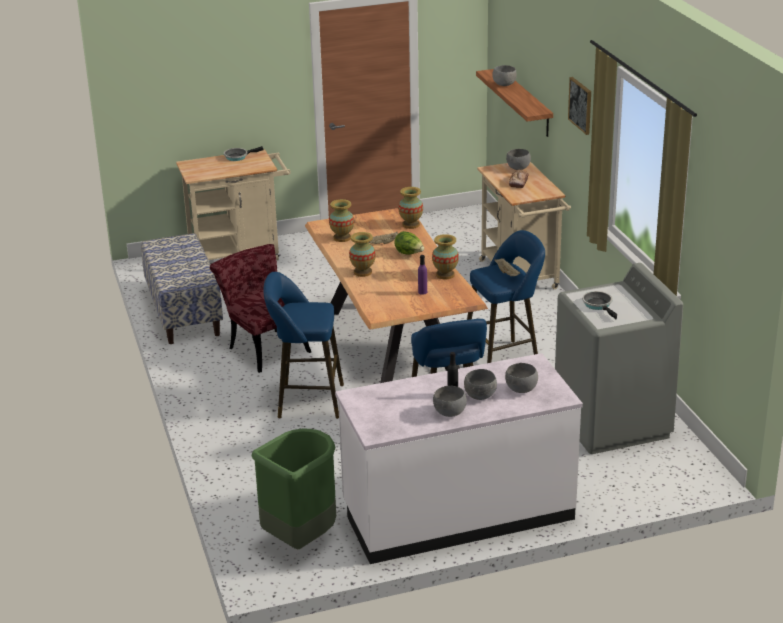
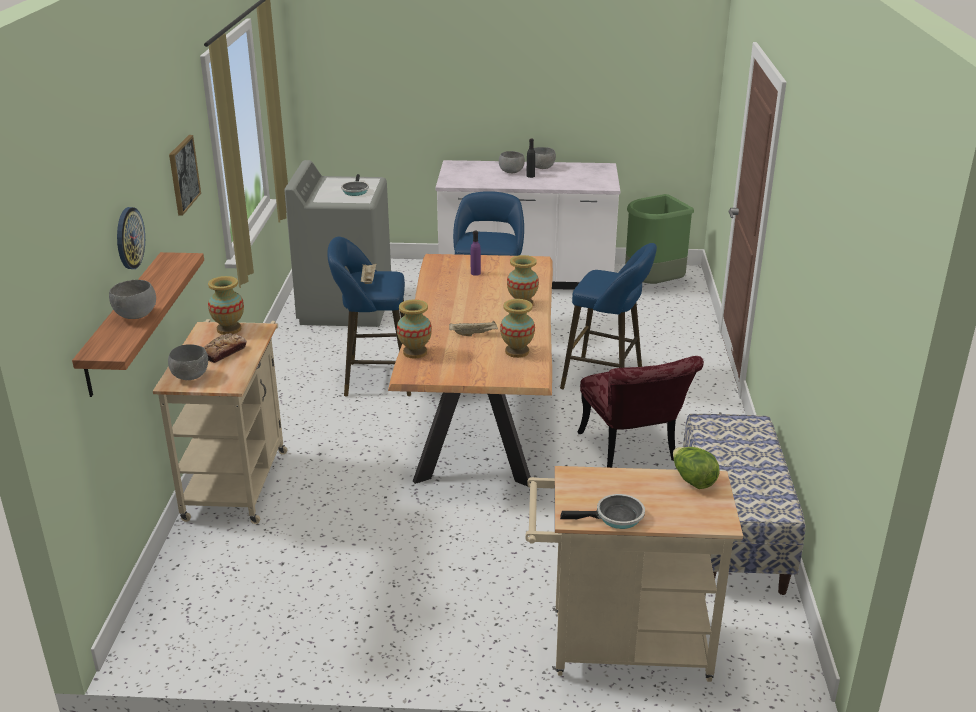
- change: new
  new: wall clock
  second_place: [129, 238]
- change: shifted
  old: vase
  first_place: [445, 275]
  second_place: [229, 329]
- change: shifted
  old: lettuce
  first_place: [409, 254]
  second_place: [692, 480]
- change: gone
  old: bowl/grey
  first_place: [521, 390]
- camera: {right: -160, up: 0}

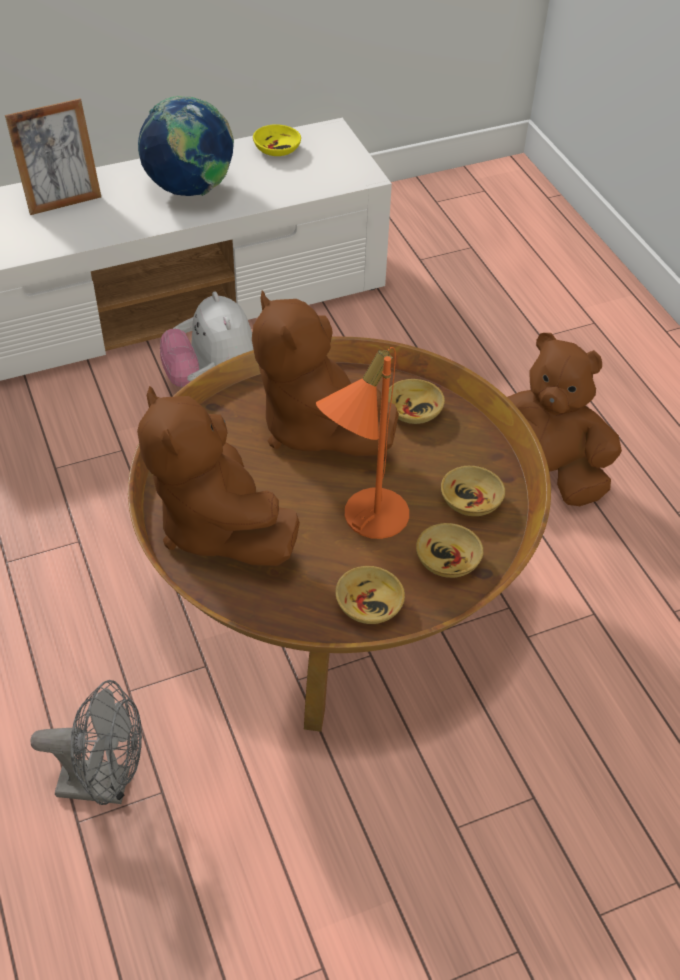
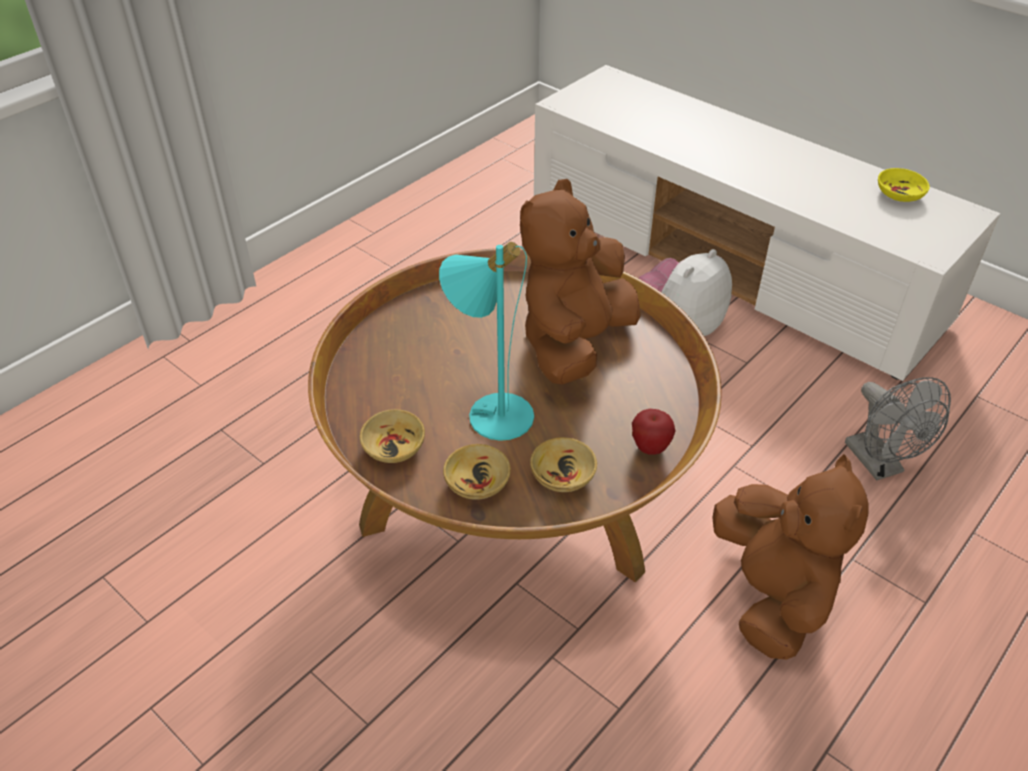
- change: repainted
  old: table lamp/orange
  new: table lamp/turquoise
  first_place: [364, 517]
  second_place: [491, 410]
- change: new
  new: apple
  second_place: [650, 448]
- change: shifted
  old: fan/grey
  first_place: [105, 783]
  second_place: [879, 464]
- change: gone
  old: picture frame
  first_place: [63, 200]
- change: gone
  old: plush toy/brown
  first_place: [217, 525]
- change: gone
  old: globe
  first_place: [190, 190]
- change: gone
  old: bowl/beige
  first_place: [413, 410]
- camera: {right: 65, up: -5}

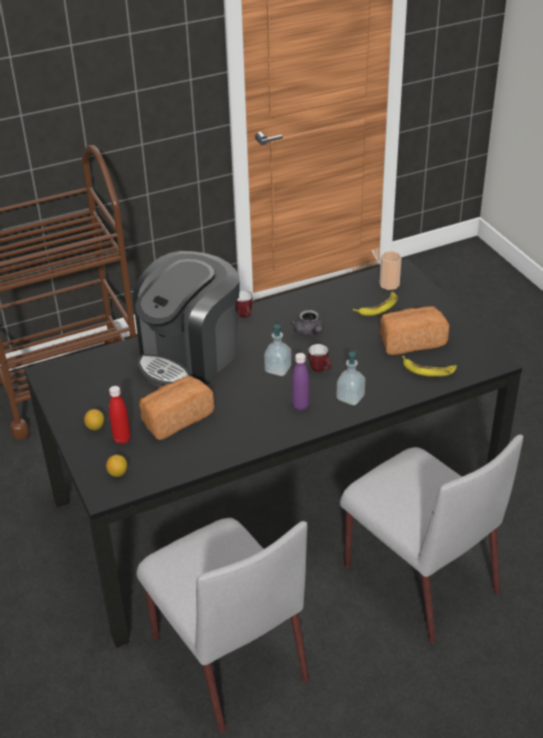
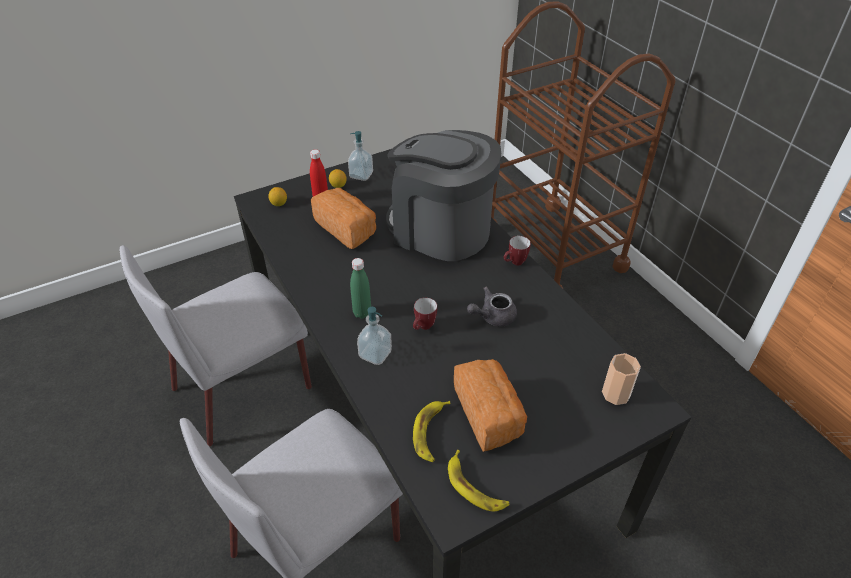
- change: shifted
  old: soap dispenser
  first_place: [278, 369]
  second_place: [361, 175]
- change: repainted
  old: bottle/purple
  new: bottle/green
  first_place: [300, 406]
  second_place: [362, 313]
- change: shifted
  old: banana
  first_place: [378, 307]
  second_place: [475, 486]
- camera: {right: 85, up: 5}

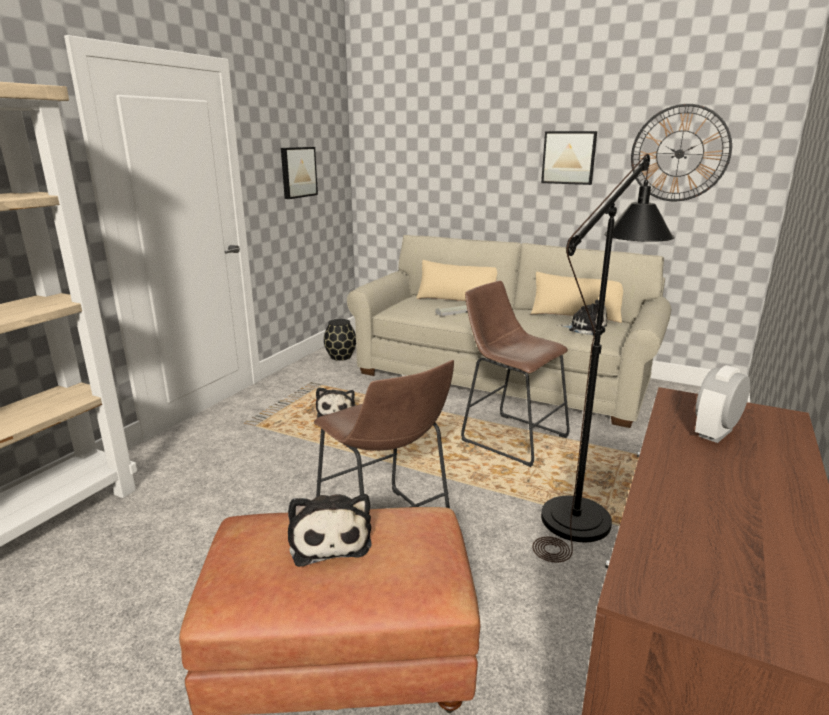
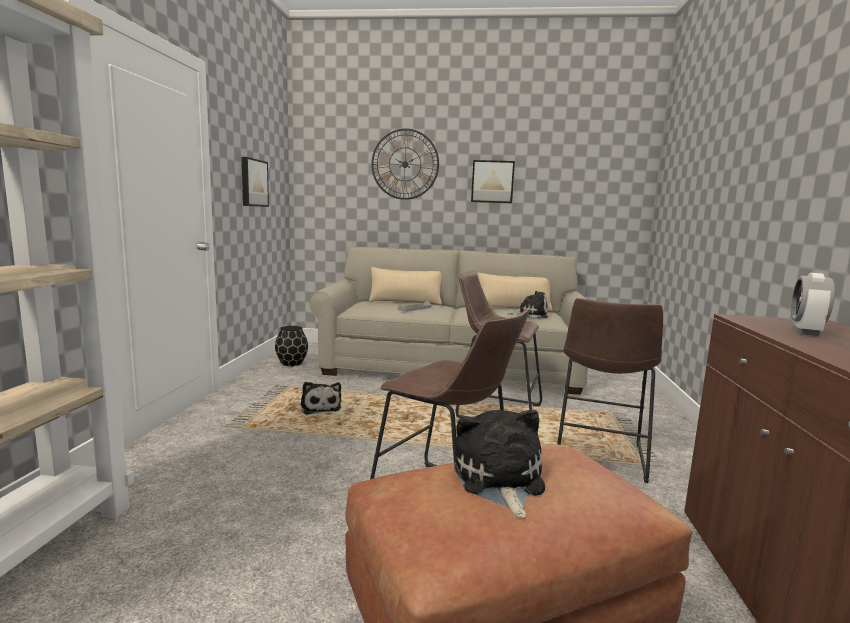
- change: shifted
  old: wall clock
  first_place: [679, 153]
  second_place: [405, 164]
- change: rotated
  old: plush toy
  first_place: [329, 539]
  second_place: [499, 480]
  degrees: -150
- change: swapped
  old: floor lamp/black
  new: stool/brown
  first_place: [583, 510]
  second_place: [598, 457]
- camera: {right: -20, up: -10}

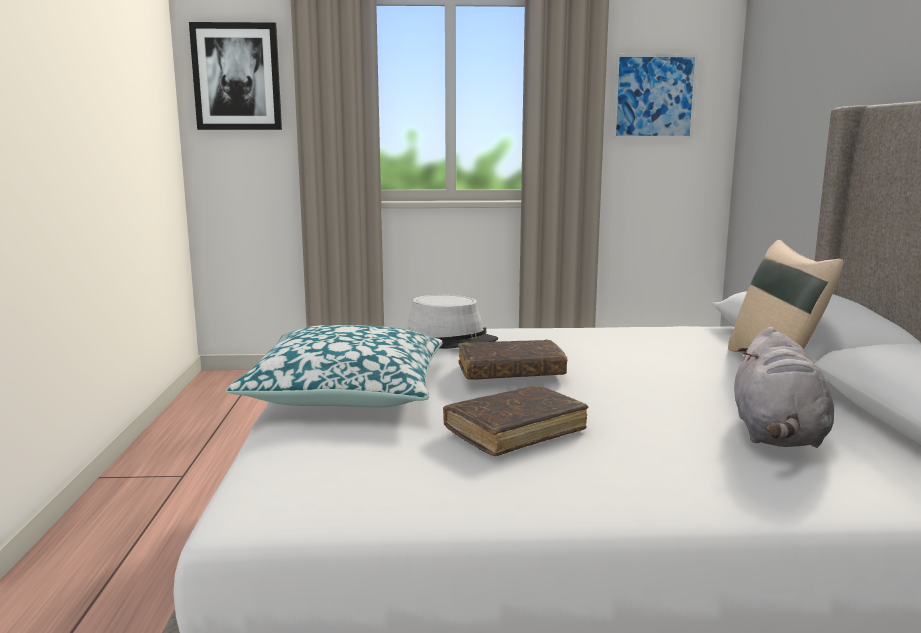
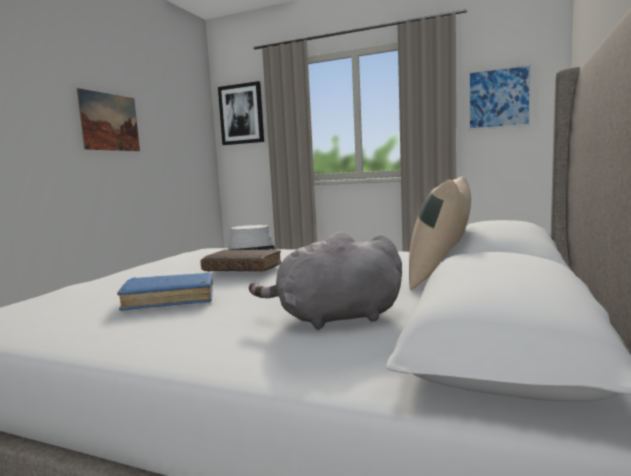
- change: new
  new: picture
  second_place: [110, 122]
- change: repainted
  old: book/brown
  new: book/blue
  first_place: [515, 431]
  second_place: [170, 300]
- change: rotated
  old: plush toy/grey
  first_place: [777, 435]
  second_place: [334, 318]
  degrees: 45
- change: gone
  old: pillow
  first_place: [347, 391]
- camera: {right: 25, up: -5}

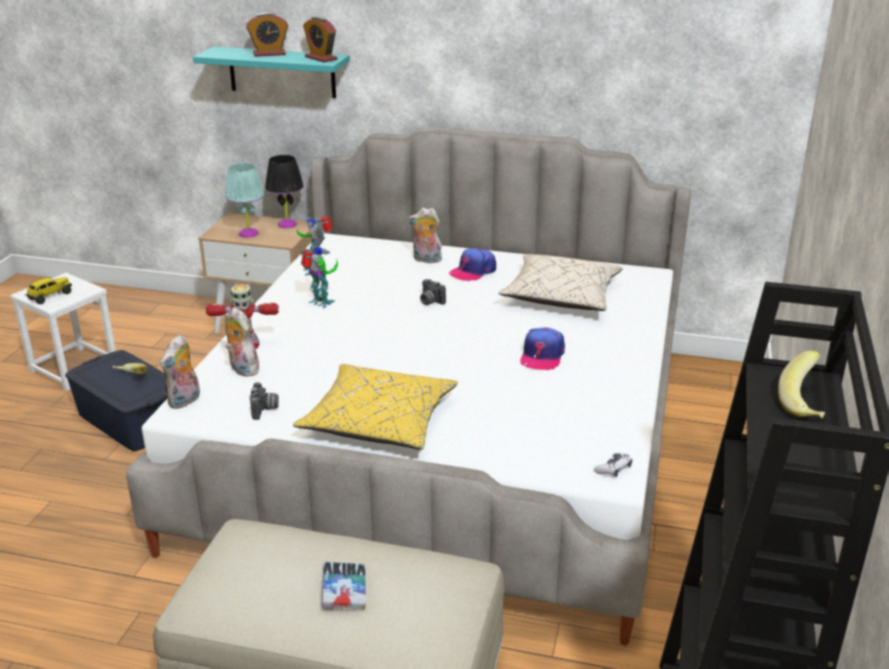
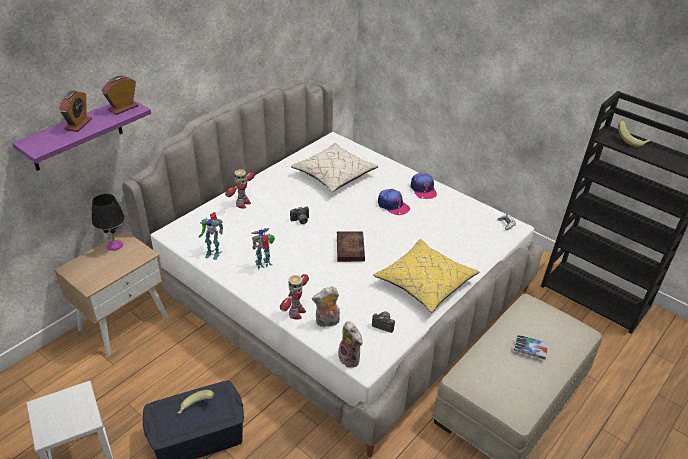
- change: repainted
  old: shelf/turquoise
  new: shelf/purple
  first_place: [282, 72]
  second_place: [77, 134]
- change: rotated
  old: alarm clock
  first_place: [321, 58]
  second_place: [123, 108]
  degrees: 150
- change: swapped
  old: plush toy
  new: toy robot
  first_place: [426, 260]
  second_place: [242, 204]
- change: new
  new: book
  second_place: [349, 248]
- change: shifted
  old: cap
  first_place: [473, 271]
  second_place: [423, 189]
- change: gone
  old: toy truck
  first_place: [49, 296]
- change: gone
  old: table lamp/turquoise
  first_place: [248, 233]
- camera: {right: -65, up: 10}

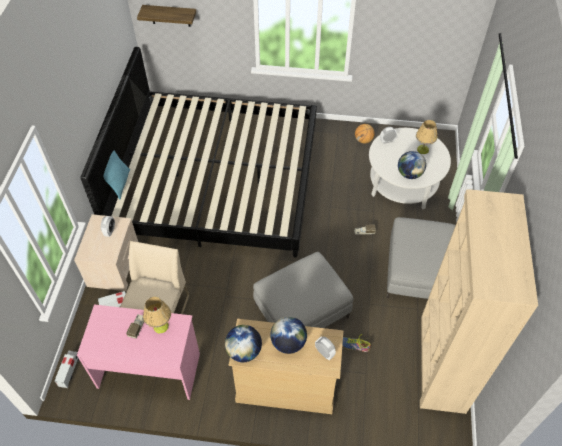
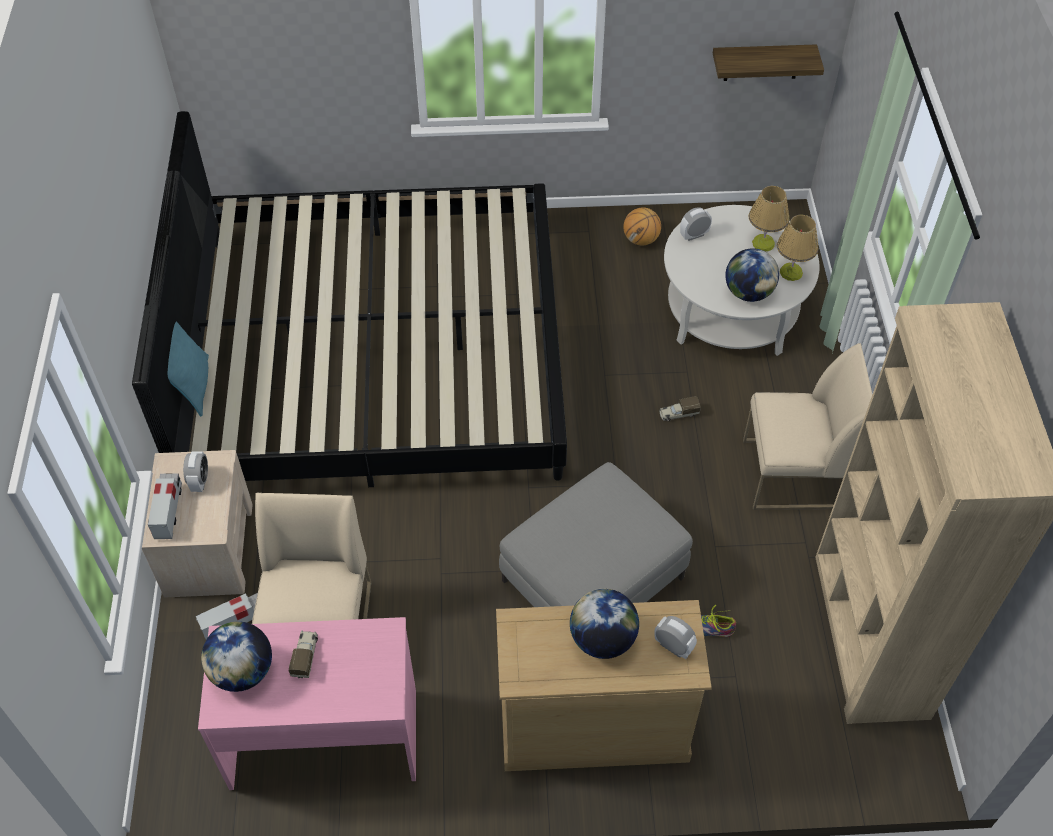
- change: shifted
  old: toy truck
  first_place: [69, 371]
  second_place: [168, 511]
- change: shifted
  old: globe
  first_place: [244, 351]
  second_place: [242, 671]
- change: shifted
  old: shelf
  first_place: [170, 15]
  second_place: [762, 62]
- change: swapped
  old: ottoman/grey
  new: chair/beige
  first_place: [417, 272]
  second_place: [792, 474]
- change: shifted
  old: table lamp
  first_place: [161, 326]
  second_place: [791, 272]
- camera: {right: -10, up: 0}

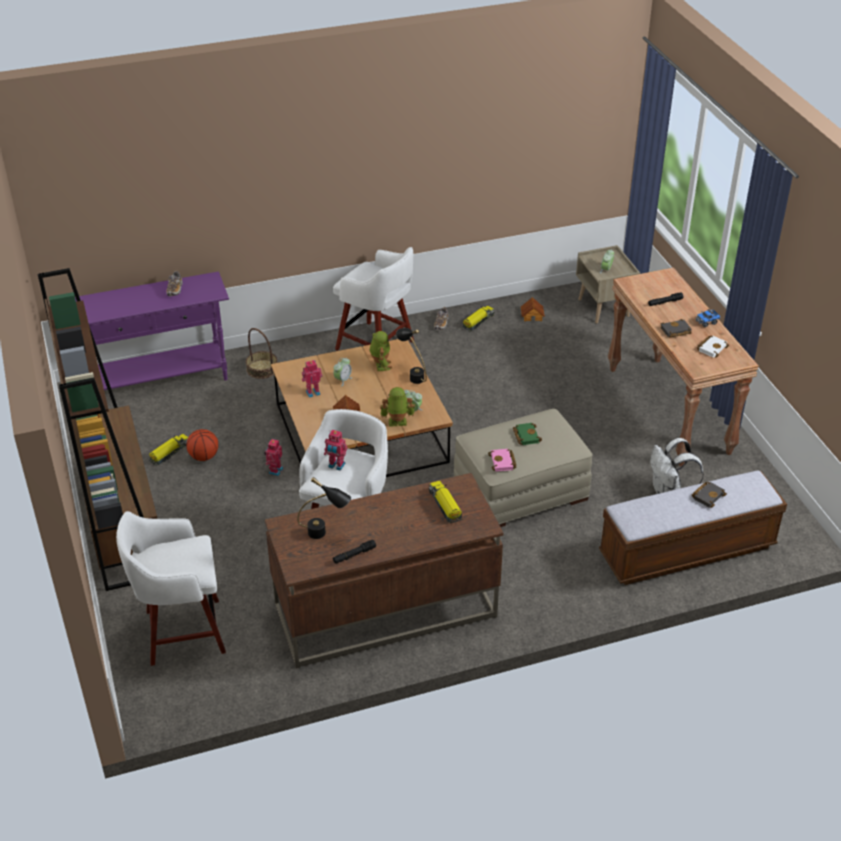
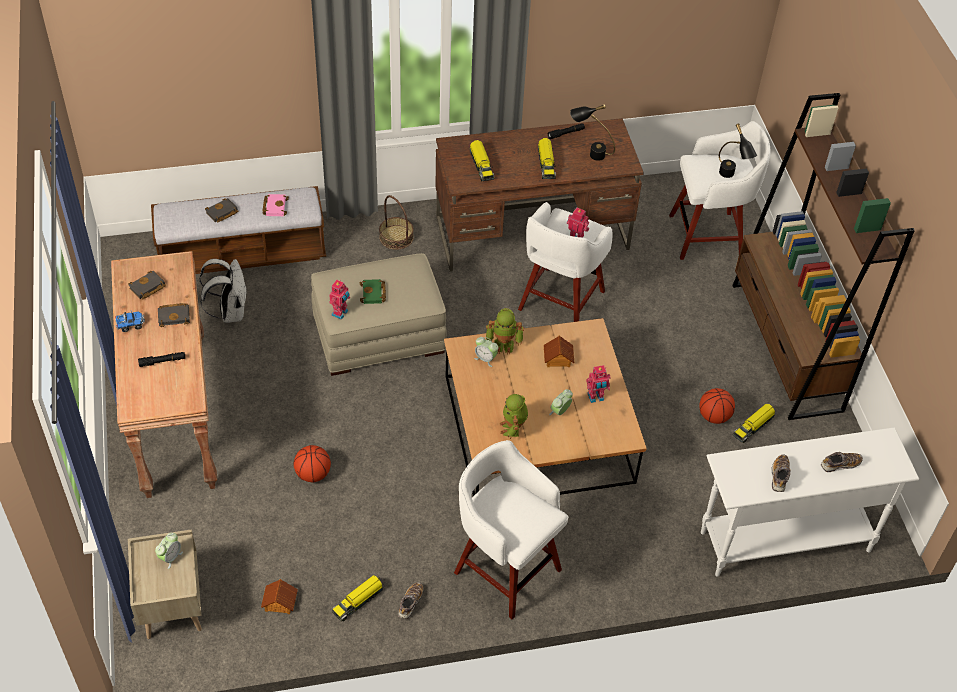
- change: repainted
  old: book/white
  new: book/black
  first_place: [711, 348]
  second_place: [147, 288]
- change: shifted
  old: book/pink
  first_place: [503, 462]
  second_place: [274, 206]
- change: new
  new: basketball
  second_place: [313, 474]
- change: shifted
  old: toy robot
  first_place: [275, 470]
  second_place: [340, 313]
- change: shifted
  old: basket
  first_place: [262, 369]
  second_place: [396, 237]
- change: new
  new: toy truck
  second_place: [546, 163]
- change: repainted
  old: console table/purple
  new: console table/white
  first_place: [161, 380]
  second_place: [784, 541]
- change: shifted
  old: table lamp/black
  first_place: [412, 375]
  second_place: [731, 177]
- change: new
  new: shoe
  second_place: [840, 465]
- camera: {right: -175, up: 10}

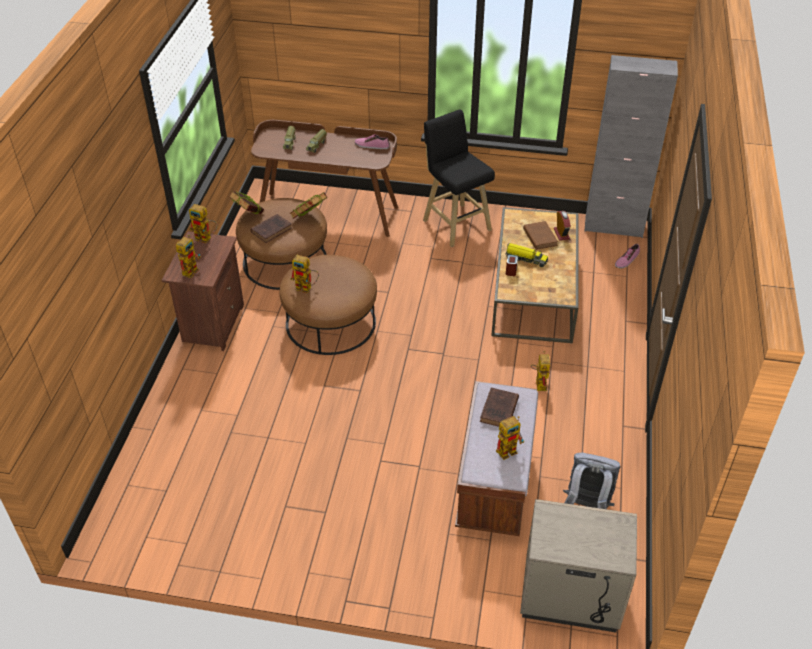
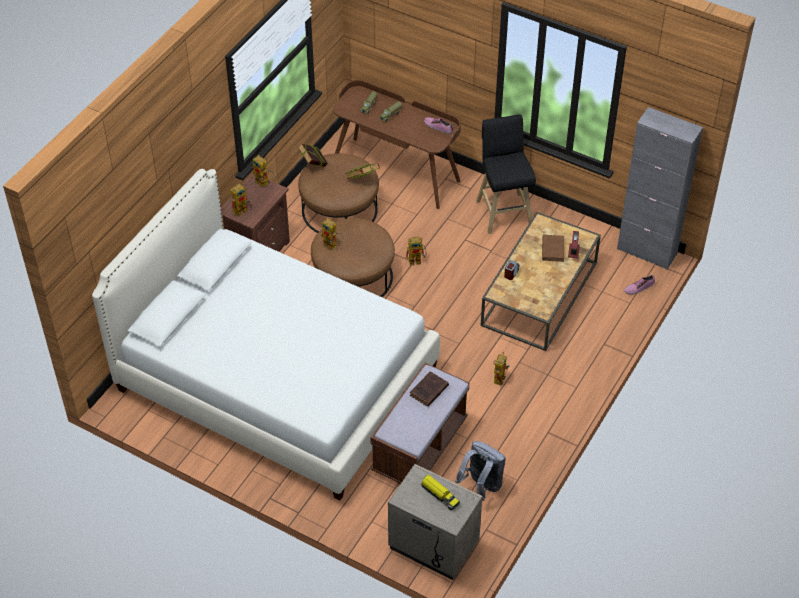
- change: new
  new: bed/white
  second_place: [276, 378]
- change: shifted
  old: toy robot
  first_place: [509, 449]
  second_place: [417, 260]
- change: shifted
  old: toy truck
  first_place: [525, 258]
  second_place: [439, 495]
- change: gone
  old: book/brown
  first_place: [272, 230]
- camera: {right: 20, up: 5}

